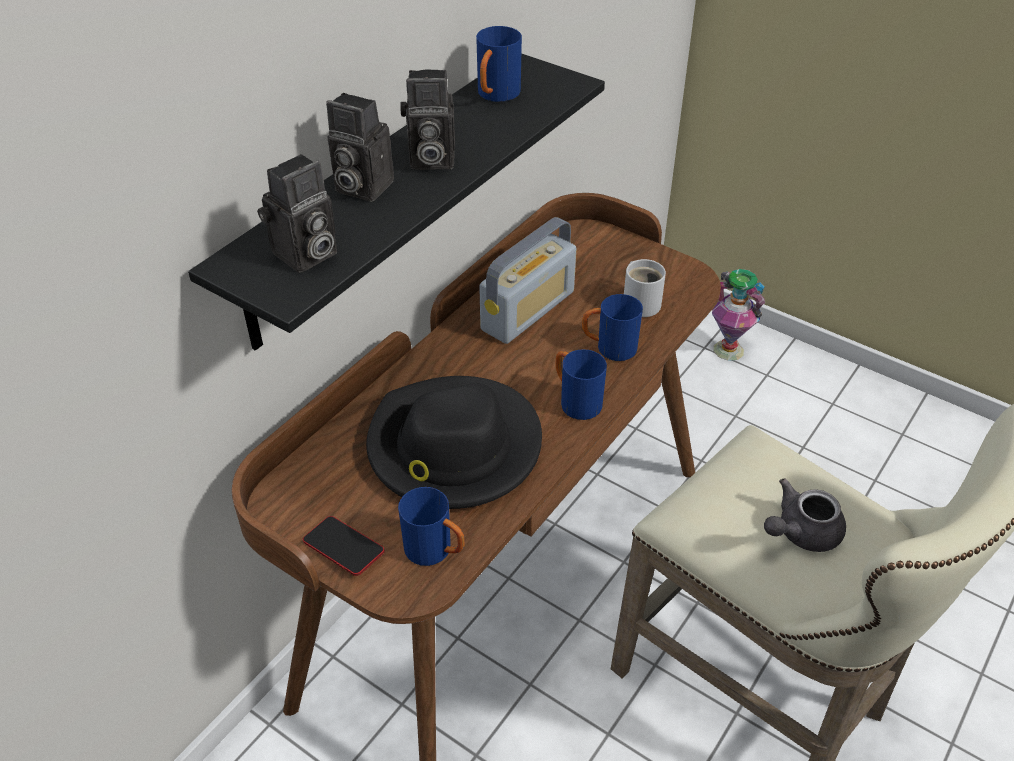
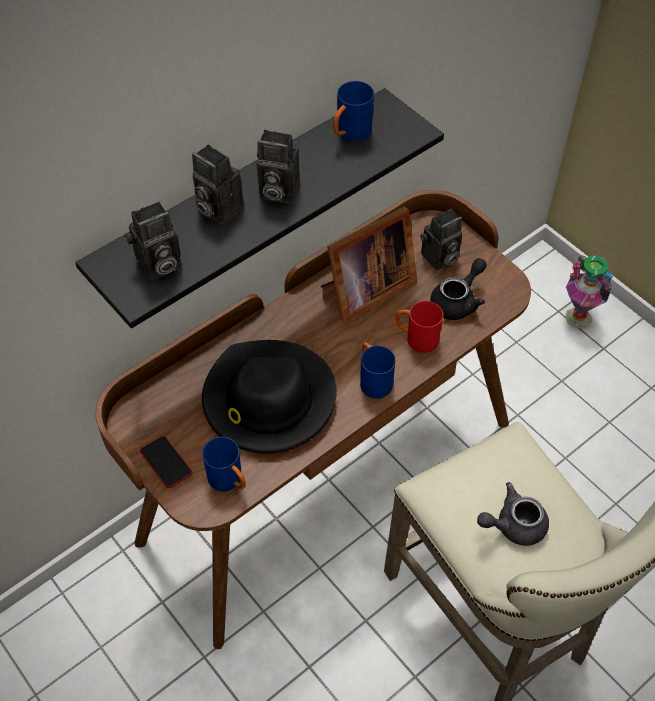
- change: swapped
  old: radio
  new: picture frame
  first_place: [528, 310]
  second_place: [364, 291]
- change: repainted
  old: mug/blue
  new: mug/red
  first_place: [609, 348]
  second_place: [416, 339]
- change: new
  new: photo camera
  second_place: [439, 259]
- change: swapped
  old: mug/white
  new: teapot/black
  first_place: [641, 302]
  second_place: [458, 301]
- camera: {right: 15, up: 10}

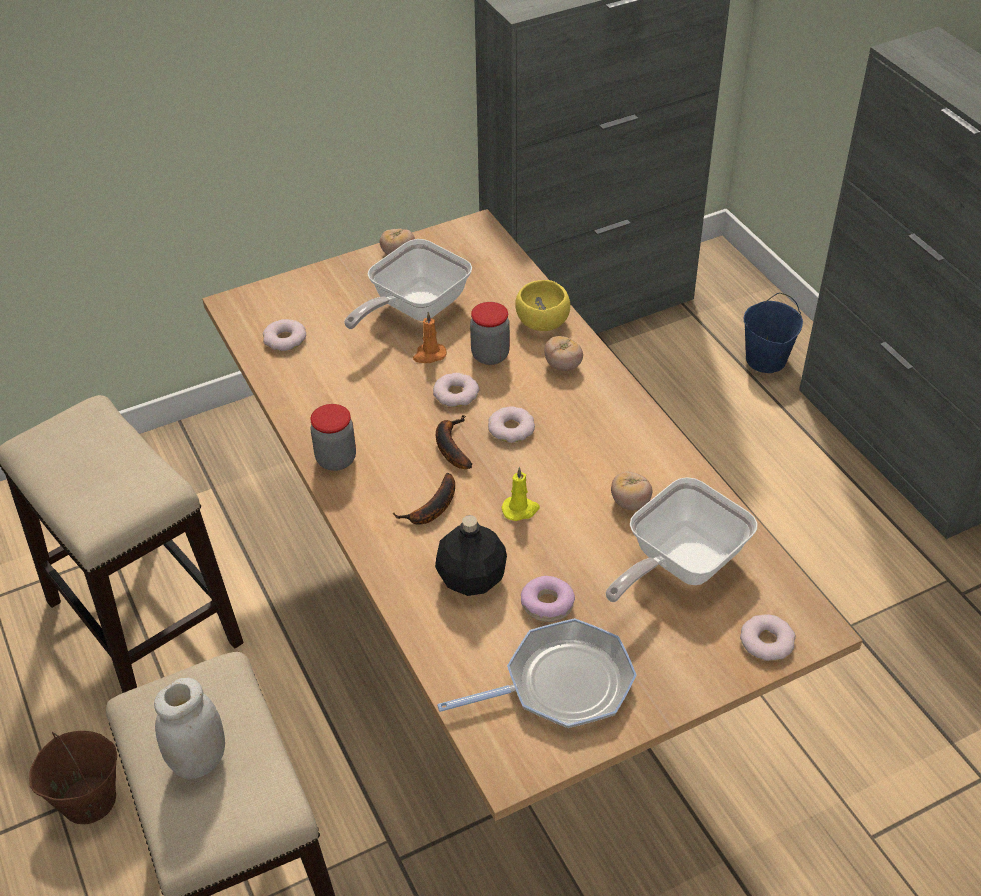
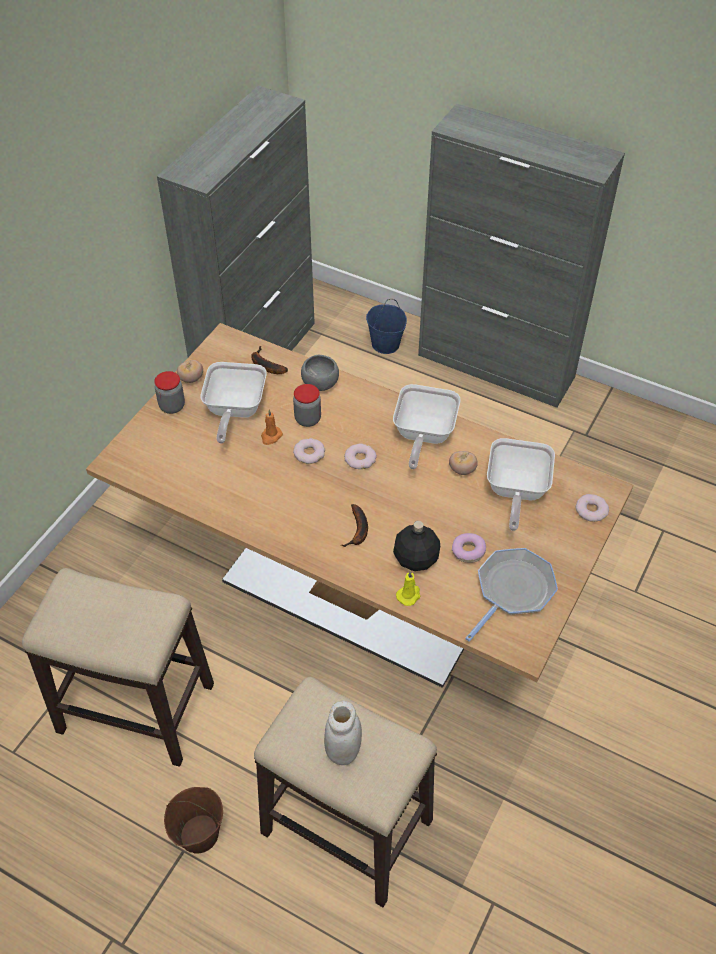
- change: shifted
  old: jar
  first_place: [336, 459]
  second_place: [172, 406]
- change: shifted
  old: banana
  first_place: [450, 446]
  second_place: [265, 365]
- change: repainted
  old: bowl/yellow
  new: bowl/grey
  first_place: [541, 322]
  second_place: [319, 384]
- change: new
  new: frying pan
  second_place: [423, 436]
- change: shifted
  old: candle/yellow
  first_place: [521, 509]
  second_place: [409, 595]
- change: gone
  old: donut
  first_place: [285, 339]
- change: gone
  old: tomato
  first_place: [563, 366]
- camera: {right: -35, up: 5}

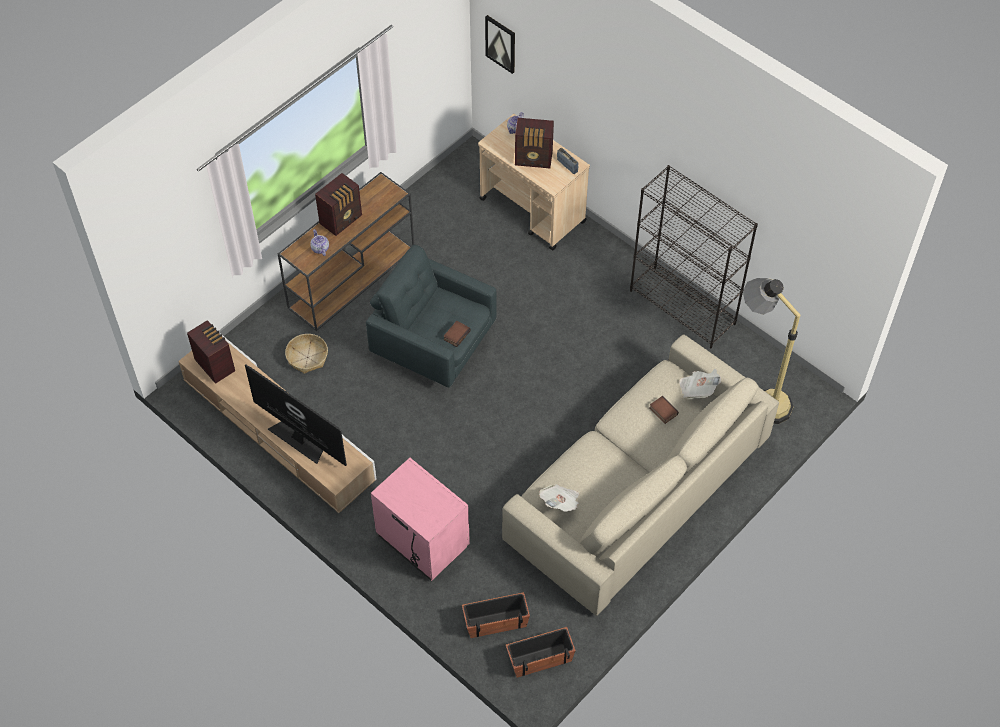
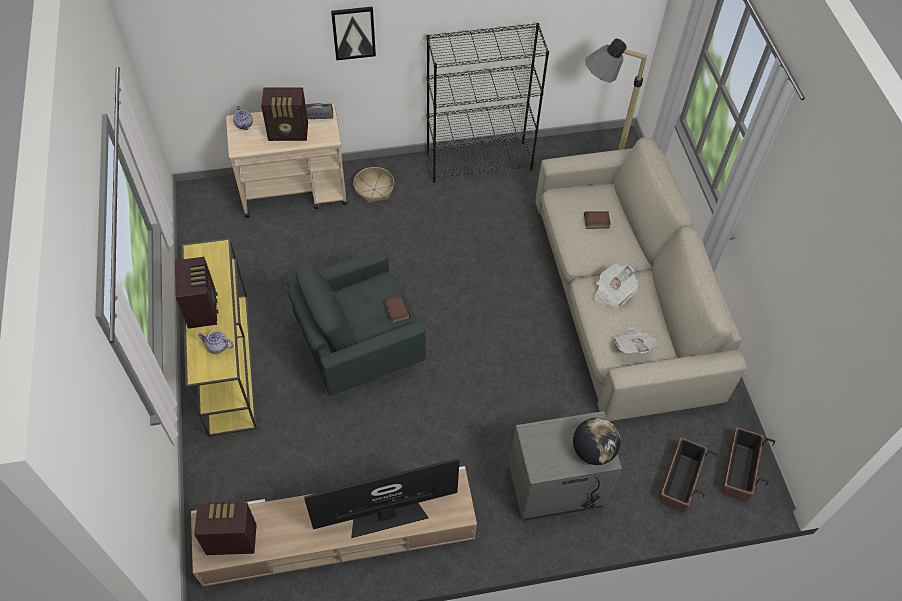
- change: repainted
  old: console table/brown
  new: console table/yellow
  first_place: [352, 277]
  second_place: [228, 361]
- change: rotated
  old: radio
  first_place: [534, 159]
  second_place: [289, 132]
  degrees: 45
- change: shifted
  old: picture
  first_place: [501, 43]
  second_place: [353, 32]
- change: shifted
  old: basket
  first_place: [307, 357]
  second_place: [374, 189]
- change: repainted
  old: nightstand/pink
  new: nightstand/grey
  first_place: [421, 541]
  second_place: [556, 488]
- change: new
  new: globe
  second_place: [593, 451]
- change: shifted
  old: newspaper
  first_place: [697, 389]
  second_place: [612, 292]
- camera: {right: -55, up: 0}

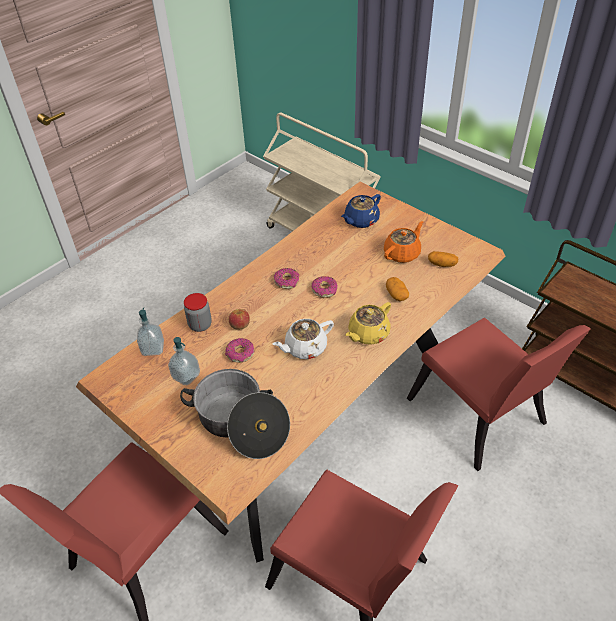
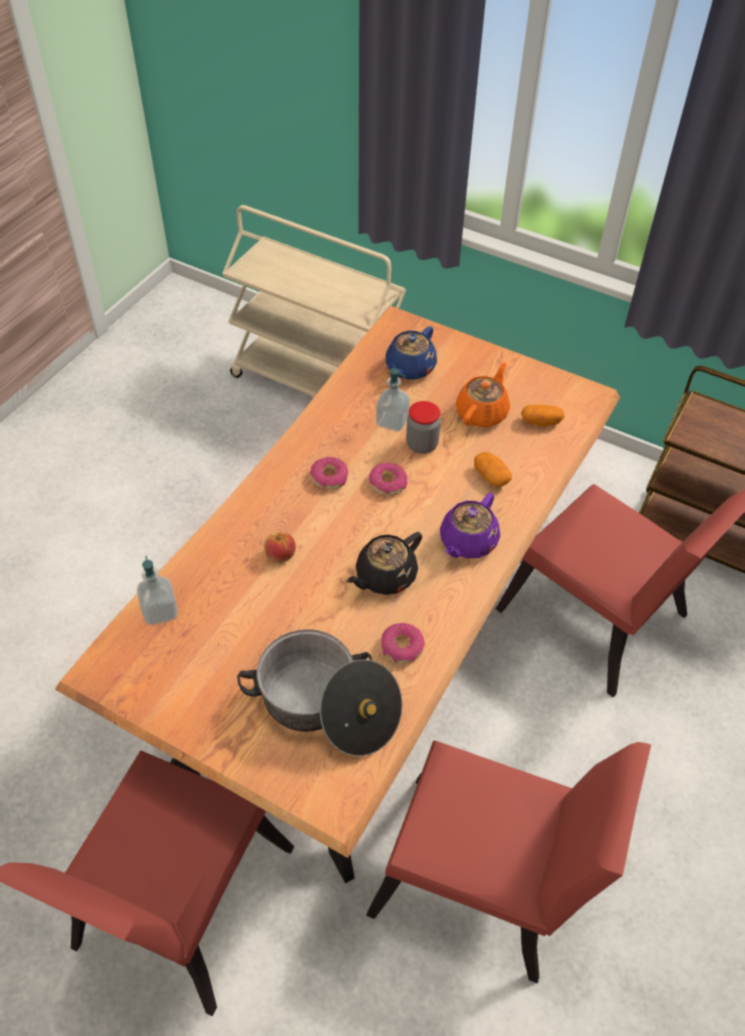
- change: repainted
  old: teapot/white
  new: teapot/black
  first_place: [304, 348]
  second_place: [384, 576]
- change: shifted
  old: soap dispenser
  first_place: [186, 376]
  second_place: [392, 421]
- change: shifted
  old: donut
  first_place: [240, 354]
  second_place: [401, 647]
- change: shifted
  old: jar
  first_place: [200, 325]
  second_place: [422, 445]
- change: repainted
  old: teapot/yellow
  new: teapot/purple
  first_place: [368, 334]
  second_place: [467, 542]
- camera: {right: -15, up: 5}

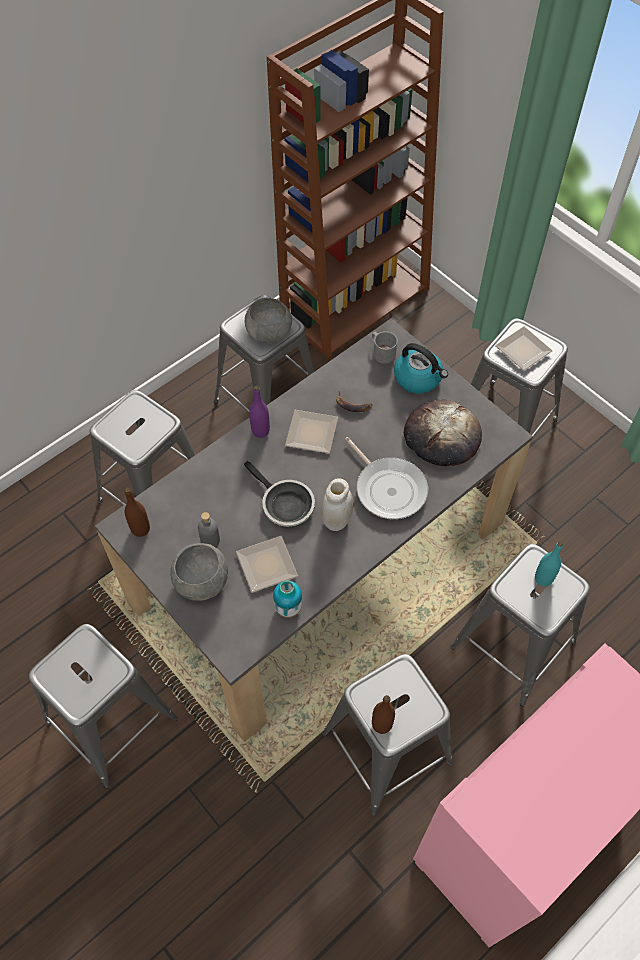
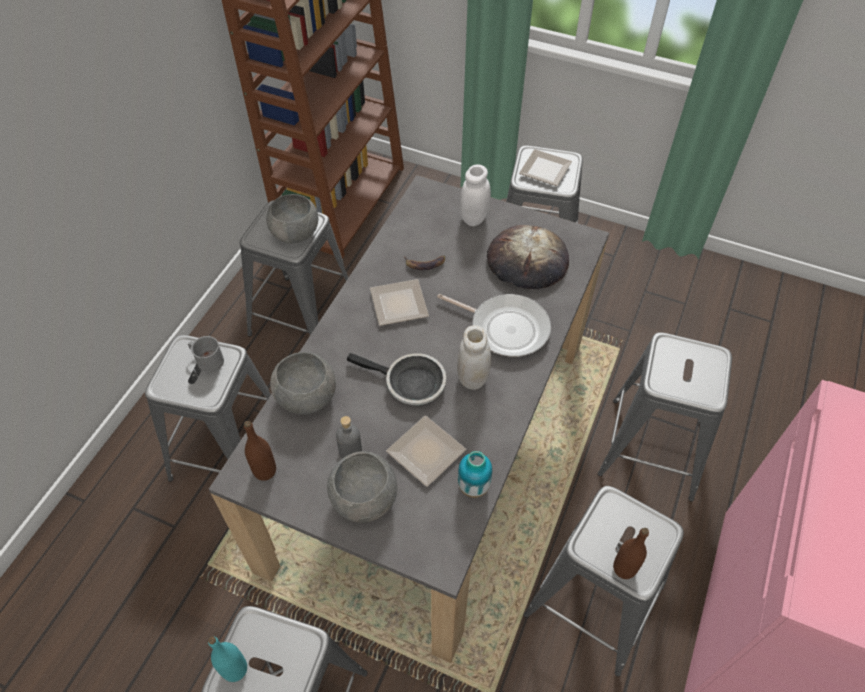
- change: shifted
  old: mug/grey
  first_place: [382, 352]
  second_place: [207, 360]
- change: shifted
  old: bottle/turquoise
  first_place: [543, 578]
  second_place: [235, 669]
- change: new
  new: bowl/grey
  second_place: [306, 396]
- change: swapped
  old: kettle
  new: jar/white
  first_place: [418, 378]
  second_place: [474, 218]
- change: gone
  old: bottle/purple
  first_place: [260, 431]
- camera: {right: -25, up: -5}

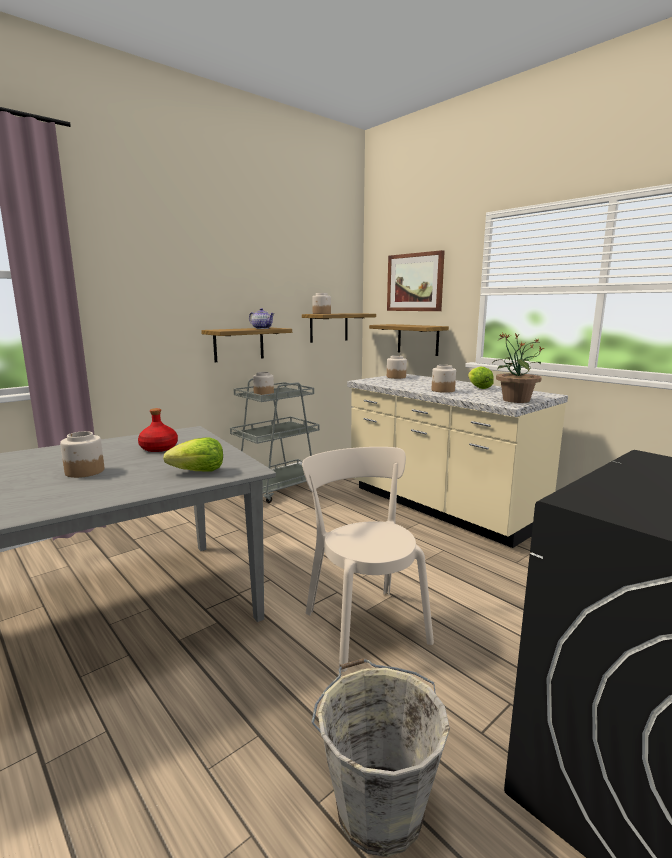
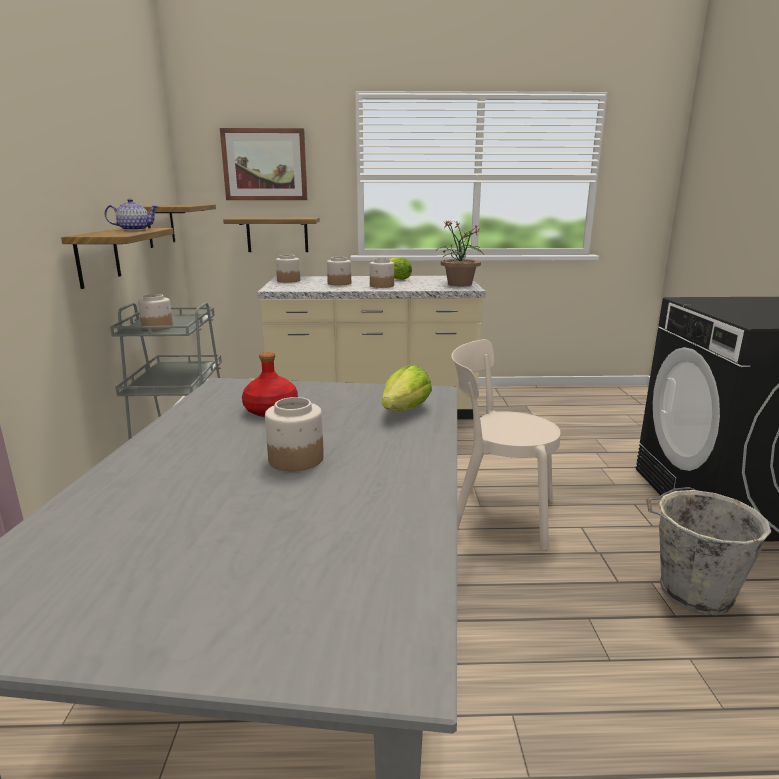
- change: shifted
  old: jar
  first_place: [321, 313]
  second_place: [339, 283]
- camera: {right: -50, up: 5}

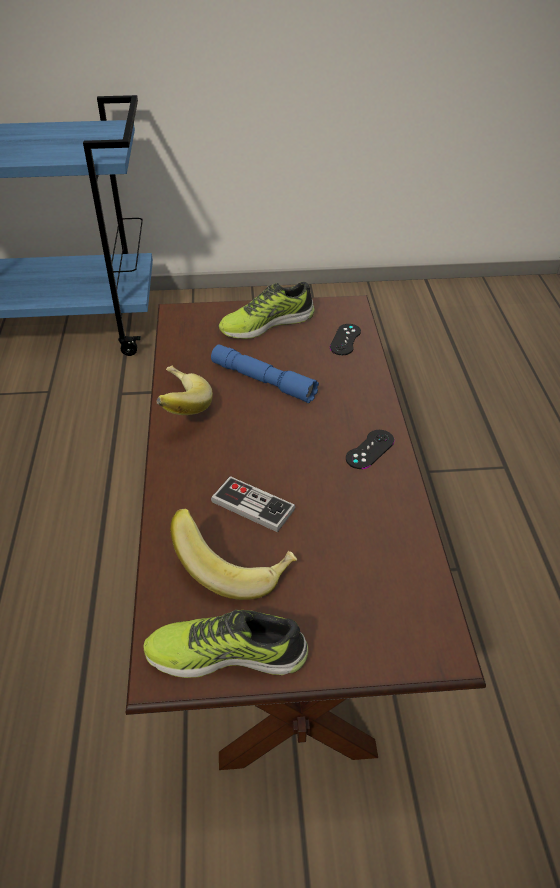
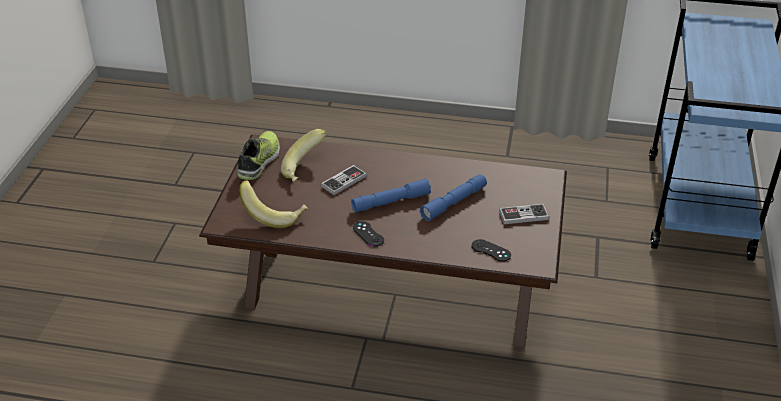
- change: shifted
  old: banana
  first_place: [178, 407]
  second_place: [274, 215]
- change: new
  new: flashlight/blue
  second_place: [391, 202]
- change: swapped
  old: shoe
  new: game controller
  first_place: [266, 323]
  second_place: [523, 215]
- camera: {right: 105, up: -5}

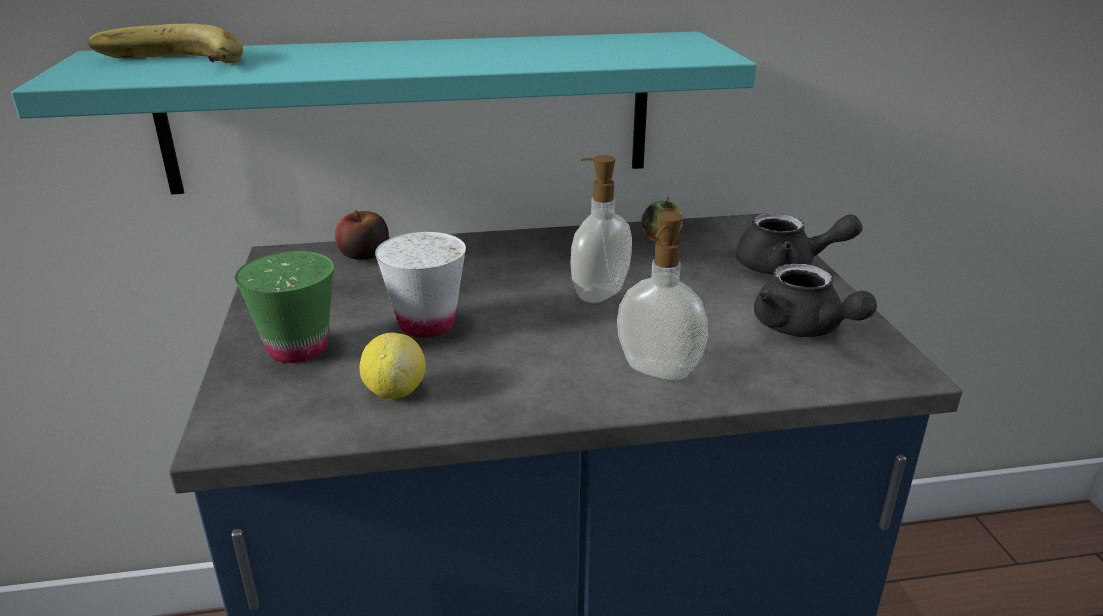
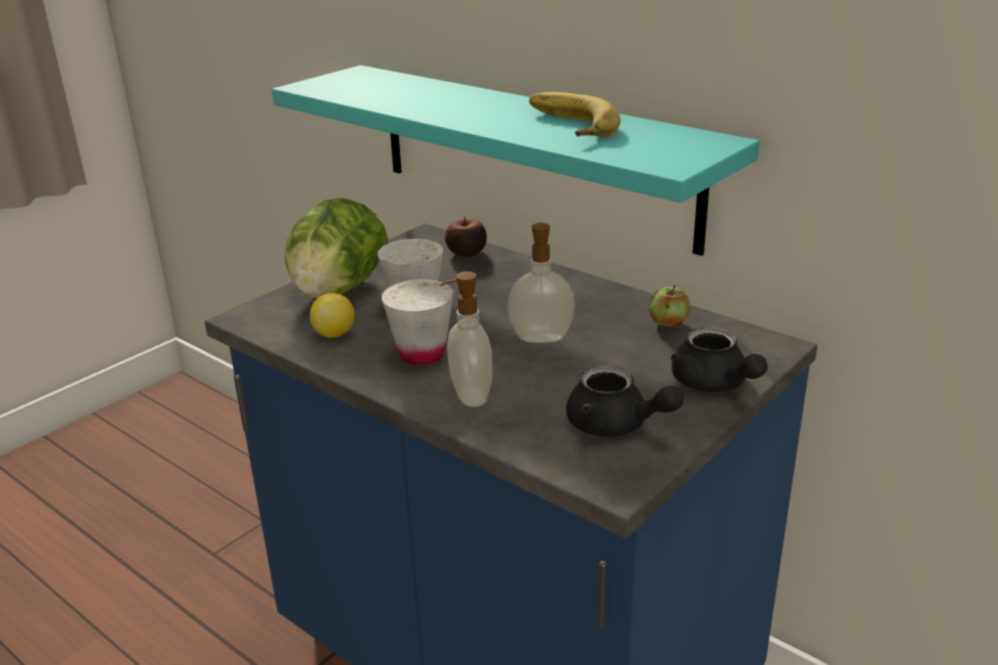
- change: swapped
  old: cup/green
  new: lettuce
  first_place: [298, 349]
  second_place: [338, 291]
- change: new
  new: cup/white
  second_place: [422, 355]
- change: shifted
  old: banana
  first_place: [166, 62]
  second_place: [566, 126]
- change: rotated
  old: teapot/black
  first_place: [803, 329]
  second_place: [616, 426]
  degrees: -75
- camera: {right: 50, up: 0}

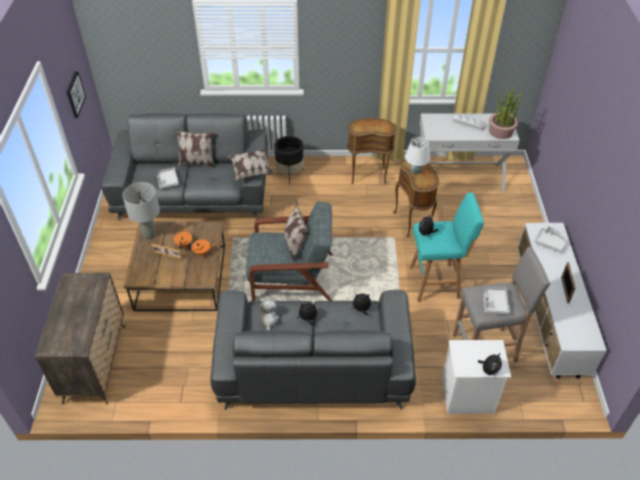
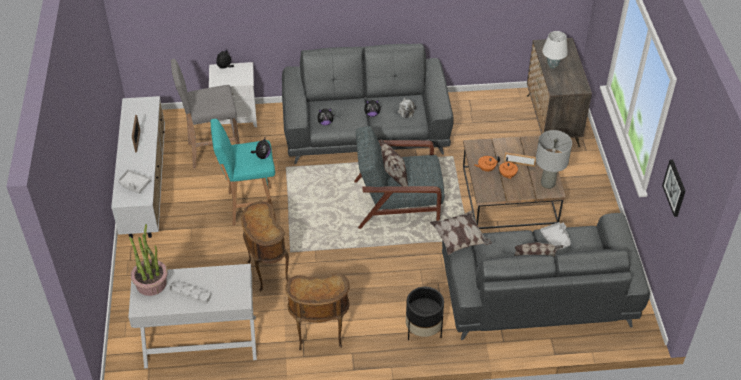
- change: shifted
  old: table lamp/white
  first_place: [416, 171]
  second_place: [552, 66]
- change: gone
  old: tray/grey
  first_place: [494, 303]
- camera: {right: 175, up: 0}

